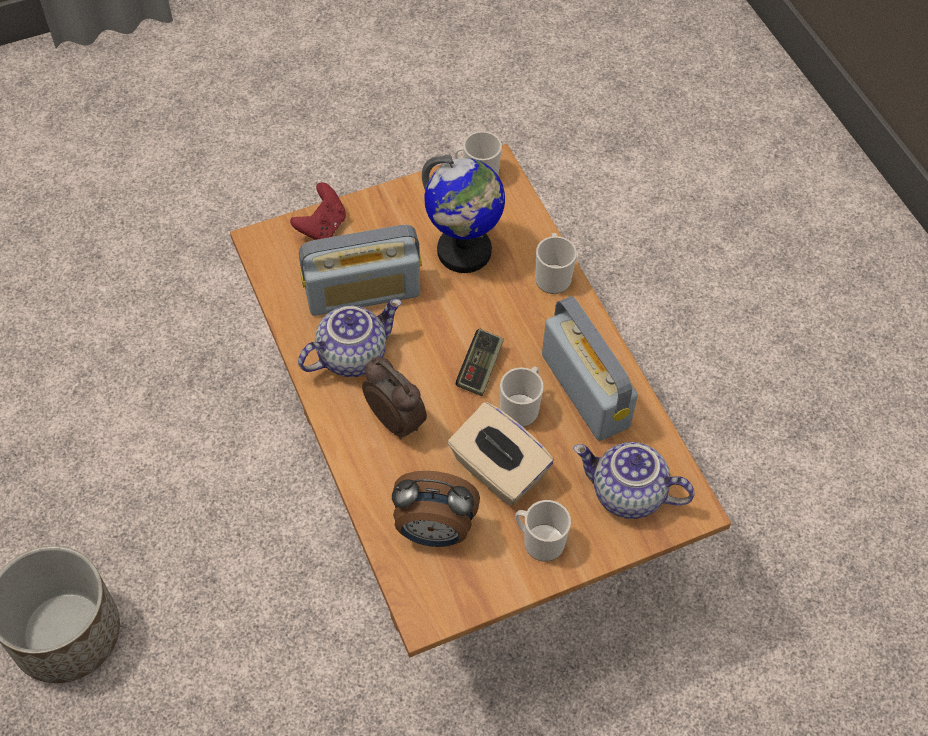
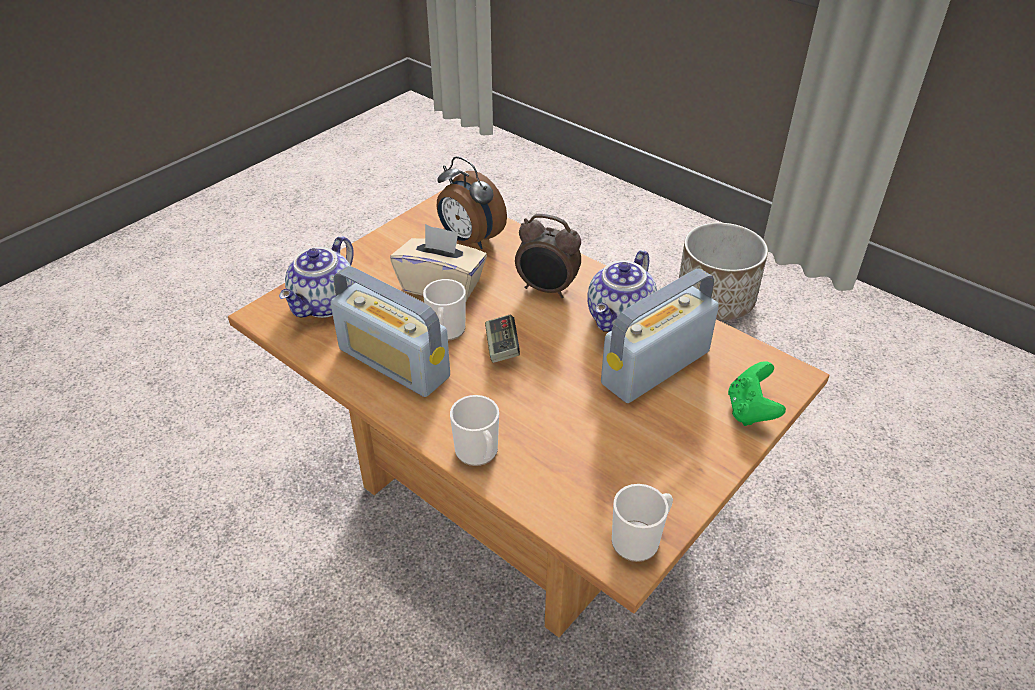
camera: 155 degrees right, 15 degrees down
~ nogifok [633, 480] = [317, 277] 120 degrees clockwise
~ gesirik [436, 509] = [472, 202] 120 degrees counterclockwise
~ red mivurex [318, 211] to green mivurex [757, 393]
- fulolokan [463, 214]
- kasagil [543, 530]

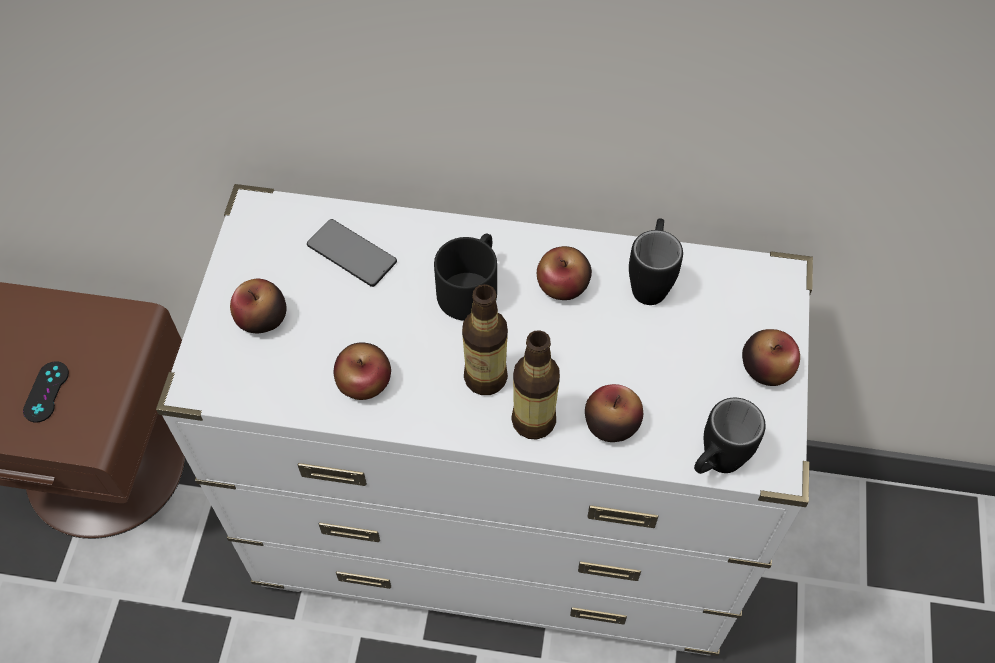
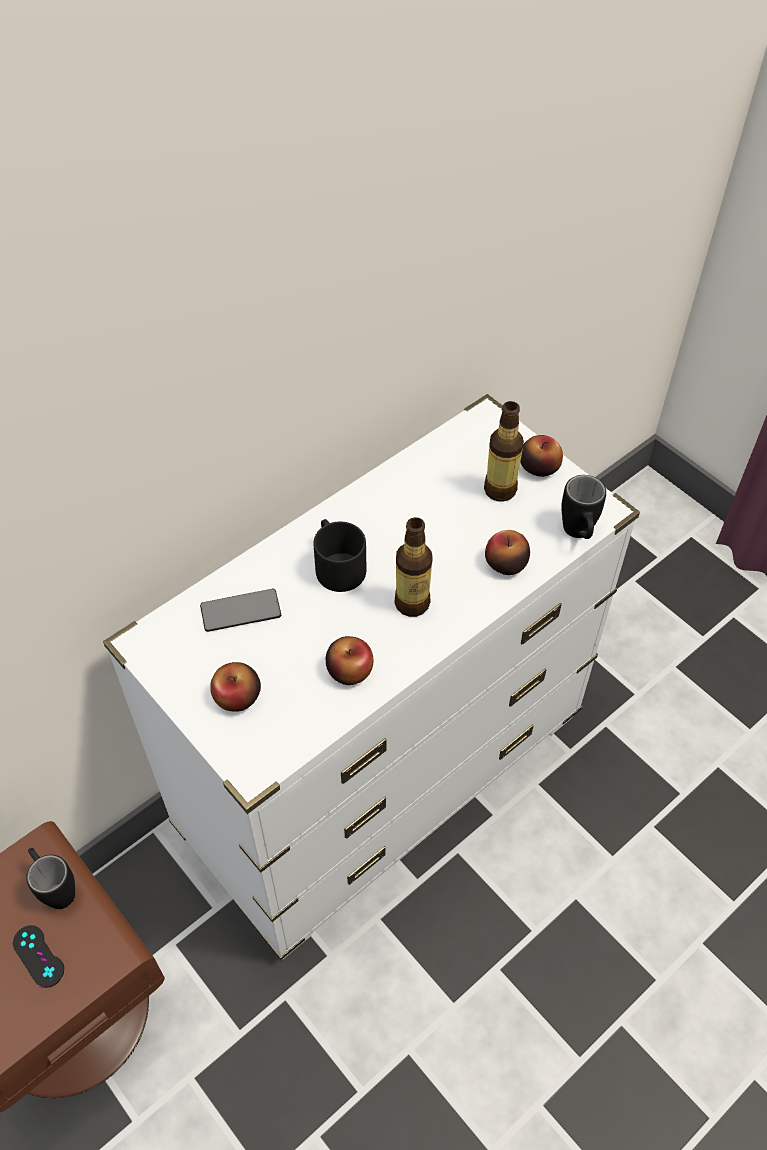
camera: 50 degrees left, 5 degrees down
~ black kasagil [656, 261] to [50, 878]
~ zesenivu [535, 385] to [504, 451]
- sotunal [564, 273]

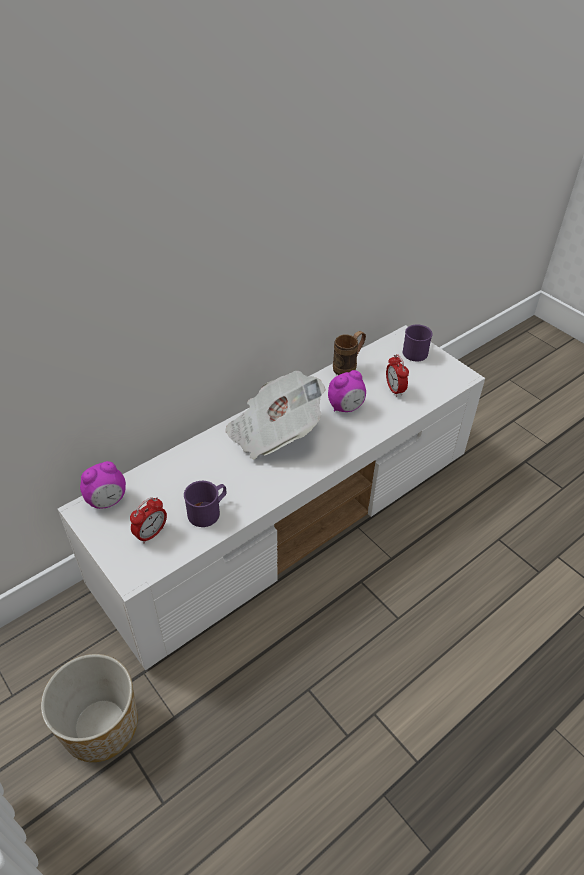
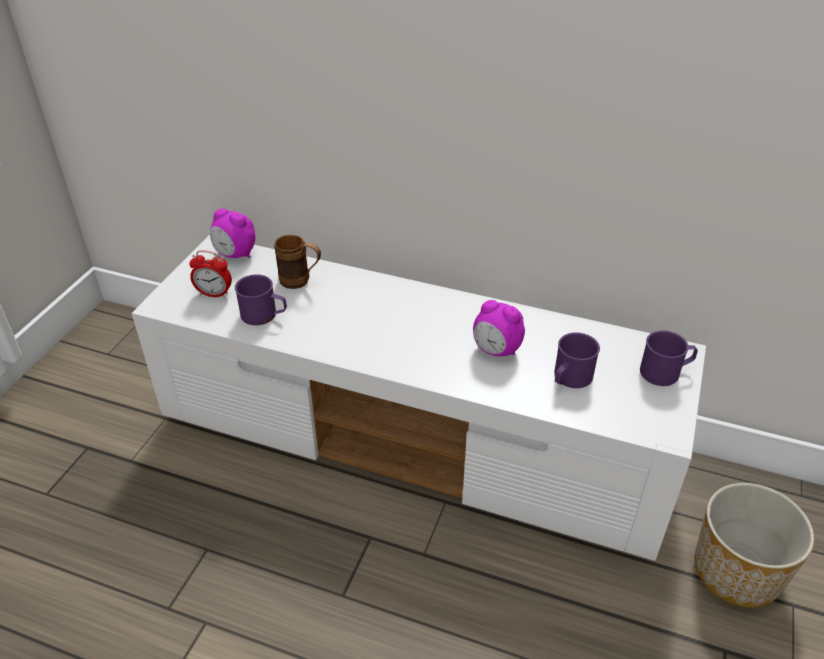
camera: 60 degrees right, 5 degrees down
~ brown kasagil [349, 353] to [297, 262]
~ gesirik [397, 375] to purple kasagil [577, 360]
~ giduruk [89, 708] to [754, 545]
- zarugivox [275, 415]

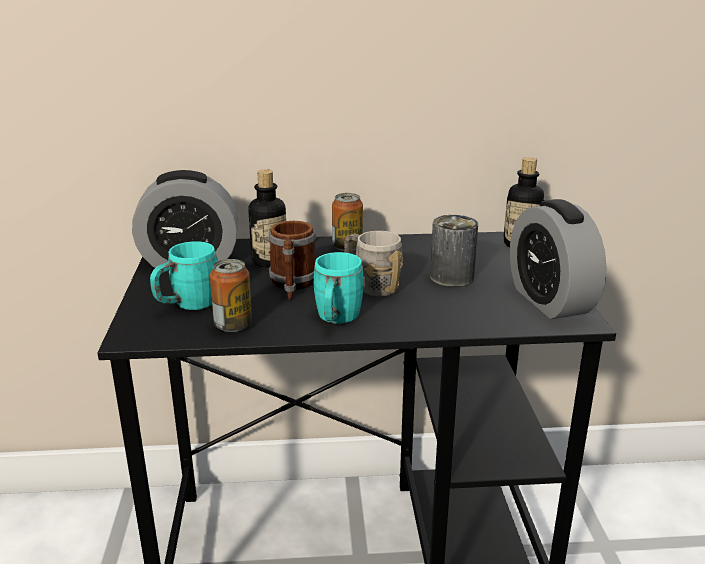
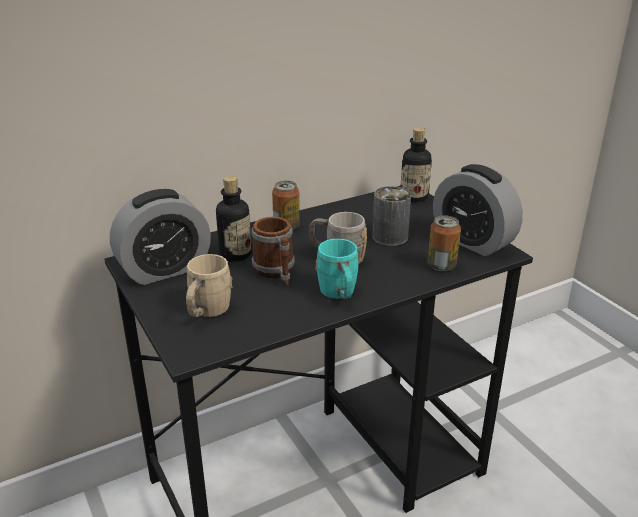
camera: 25 degrees left, 5 degrees up
~ turquoise kasagil [184, 275] to beige kasagil [209, 285]
~ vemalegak [231, 295] to [444, 243]

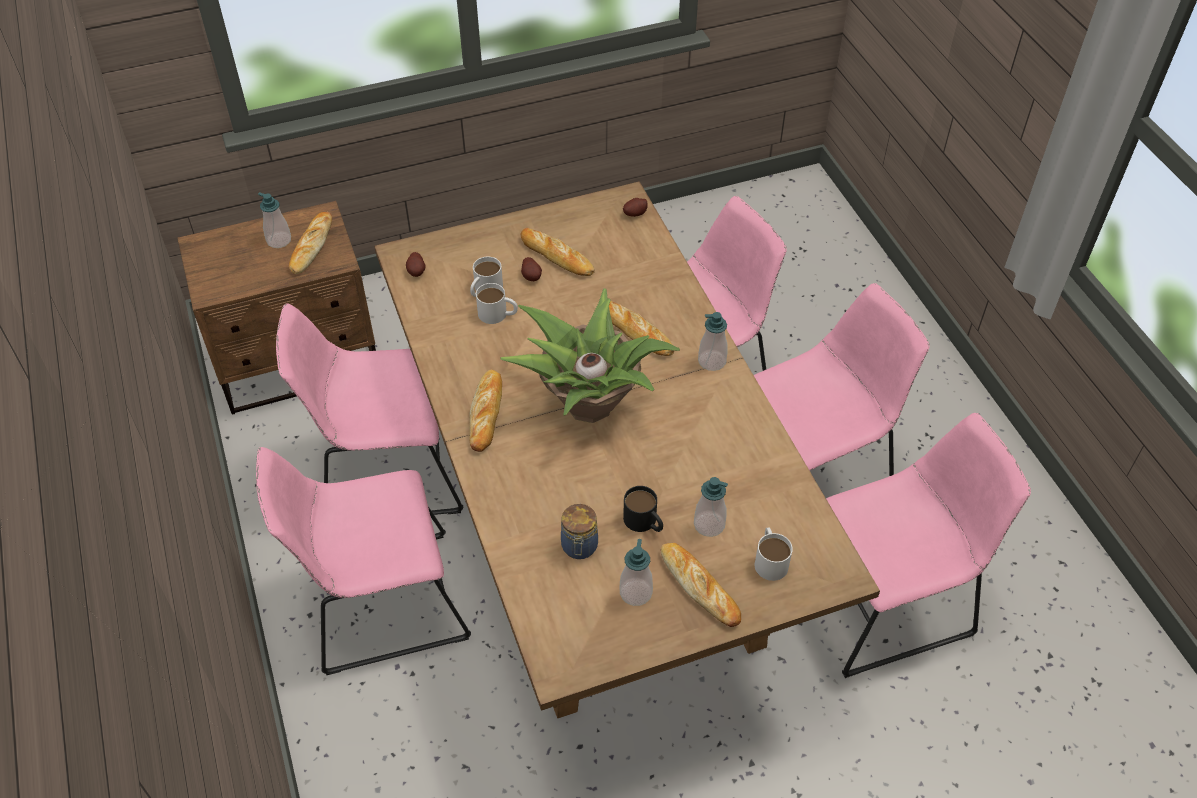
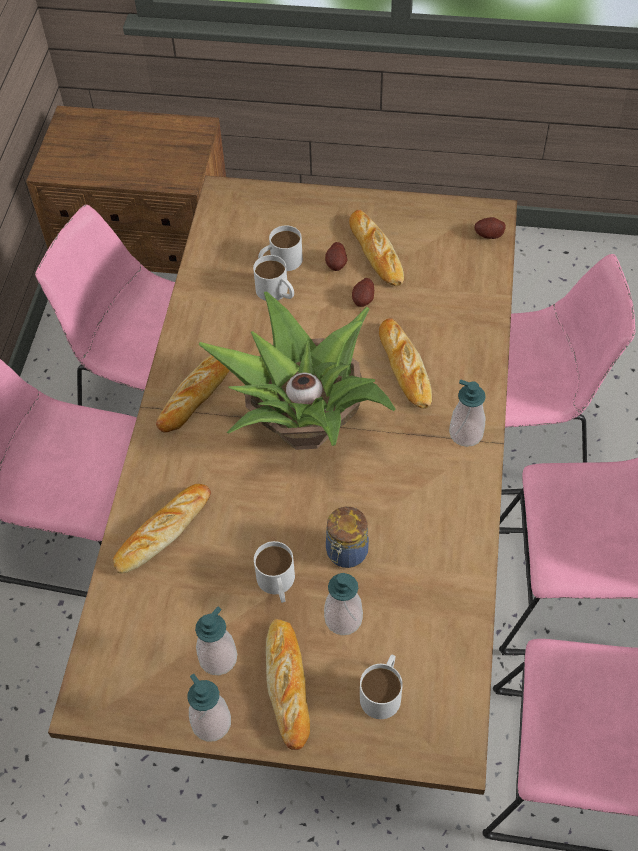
camera: 30 degrees right, 5 degrees up
~ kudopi [310, 243] to [162, 529]
~ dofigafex [274, 220] to [209, 708]
~ black kasagil [643, 509] to white kasagil [274, 572]
~ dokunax [579, 531] to [347, 537]
~ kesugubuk [416, 264] to [363, 292]

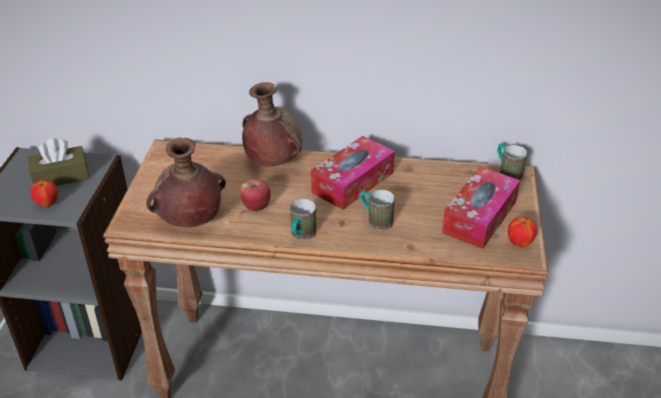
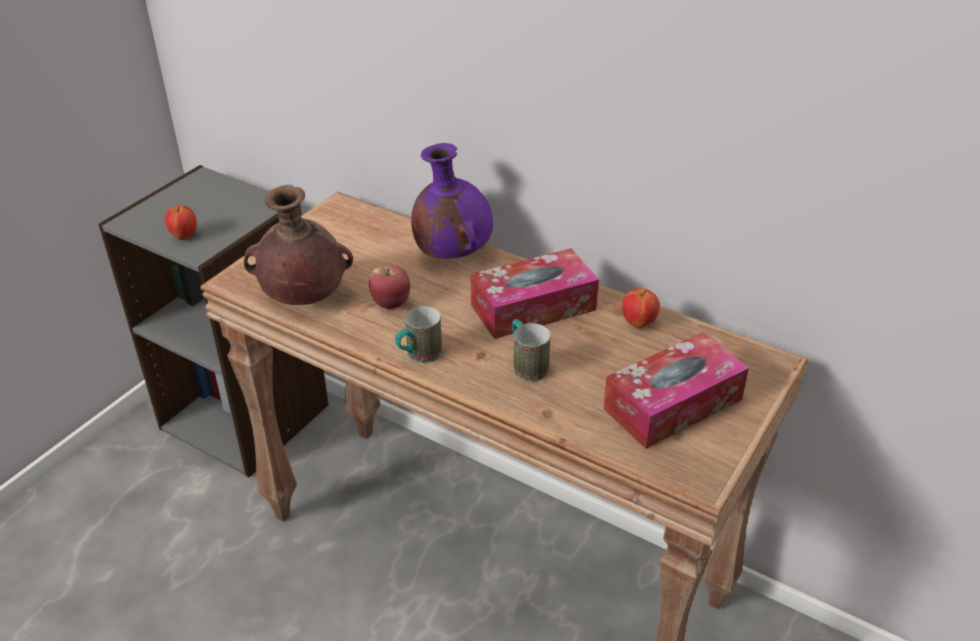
camera: 25 degrees right, 0 degrees up
~ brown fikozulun [272, 124] to purple fikozulun [452, 200]
~ sotunal [522, 232] to [641, 308]
- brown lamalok [59, 162]
- kasagil [512, 162]

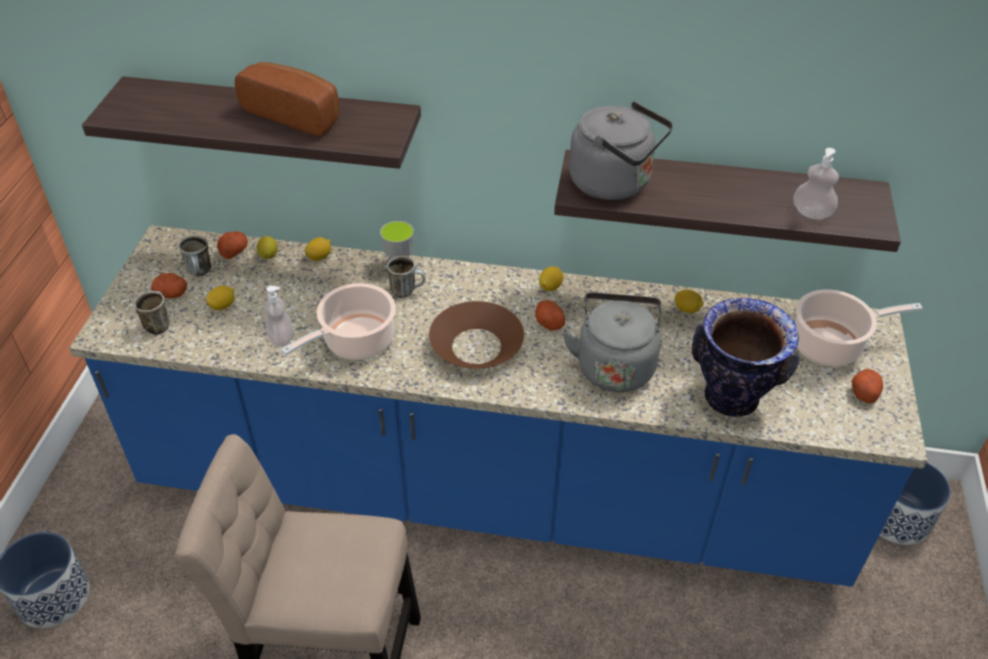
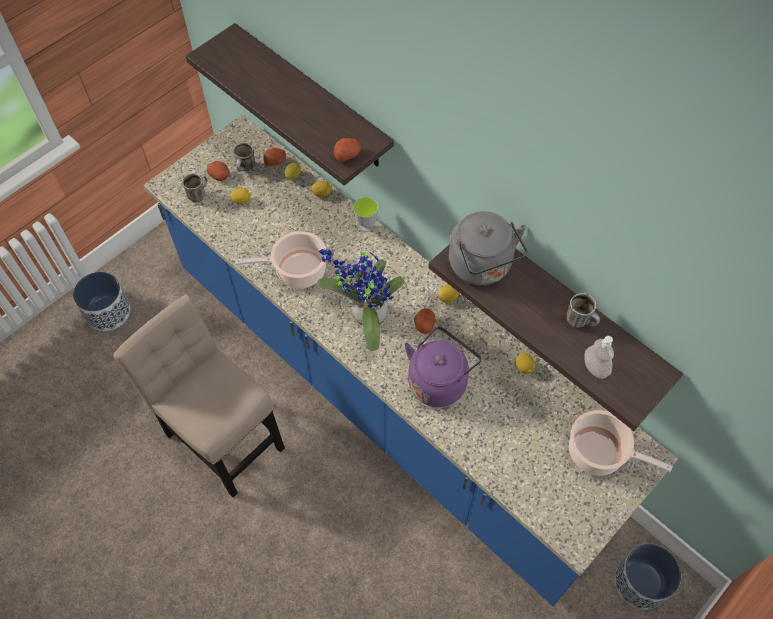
camera: 35 degrees right, 15 degrees up
~ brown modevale [476, 335] to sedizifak [361, 298]
~ kesugubuk [867, 386] to [347, 150]
~ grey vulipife [611, 342] to purple vulipife [442, 366]
~ kasagil [406, 277] to [583, 310]
- kudopi [287, 99]
- dofigafex [279, 316]
- fikozulun [746, 357]

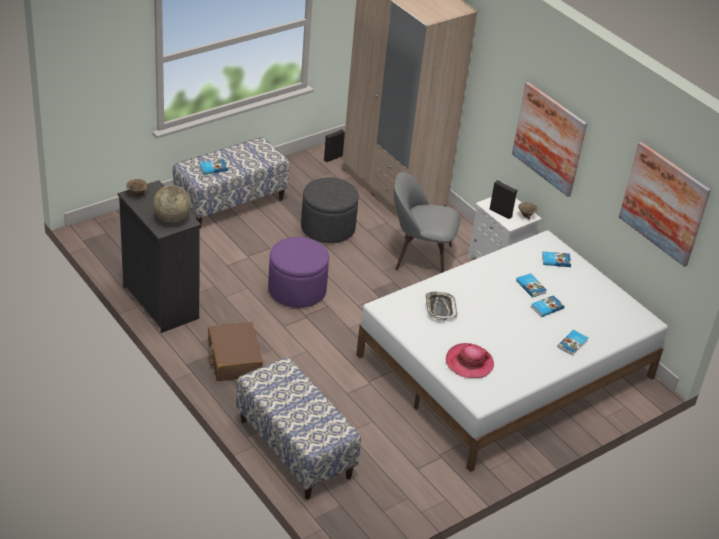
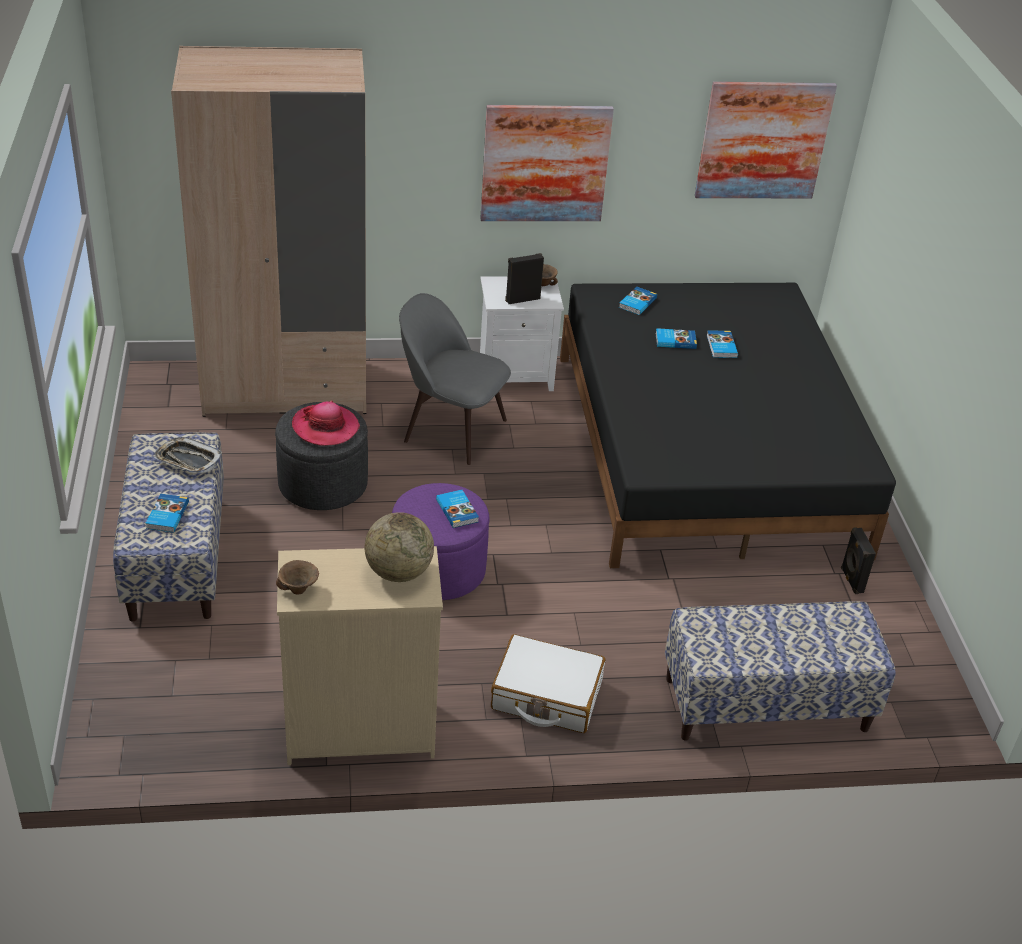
camera: 60 degrees left, 0 degrees up
~ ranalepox [441, 306] to [188, 455]
~ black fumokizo [159, 256] to beige fumokizo [360, 655]
~ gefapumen [470, 360] to [326, 423]
~ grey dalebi [427, 222] = [455, 379] 75 degrees clockwise
~ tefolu [572, 343] to [457, 509]
~ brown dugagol [235, 351] to white dugagol [548, 683]
~ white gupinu [512, 351] to black gupinu [728, 425]
~ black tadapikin [334, 145] to [858, 560]

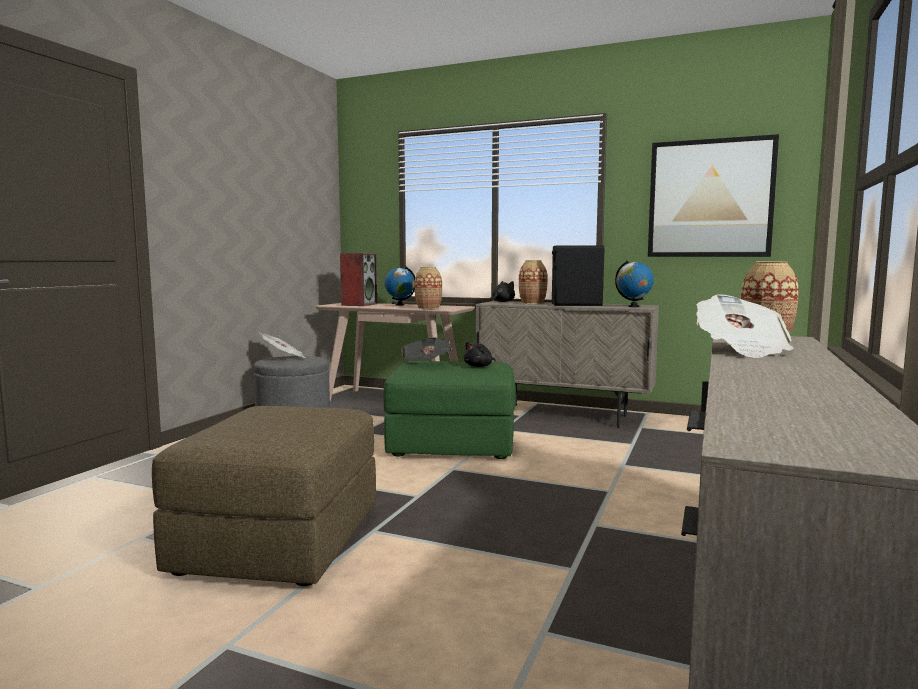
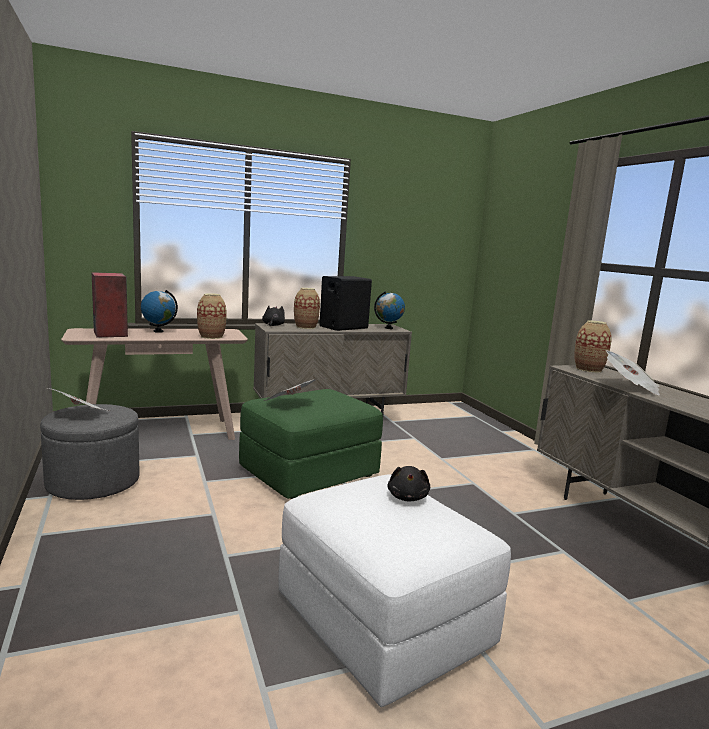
camera: 45 degrees left, 5 degrees up
~ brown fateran [264, 496] to white fateran [395, 590]
~ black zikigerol [480, 354] to [408, 483]
- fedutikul [713, 195]

